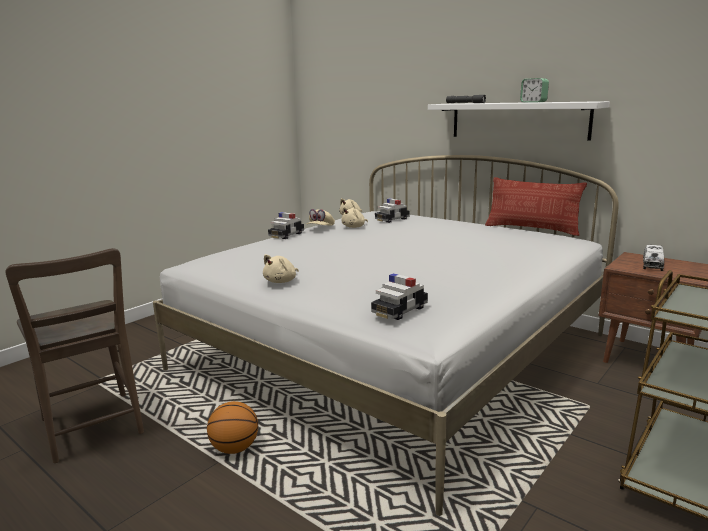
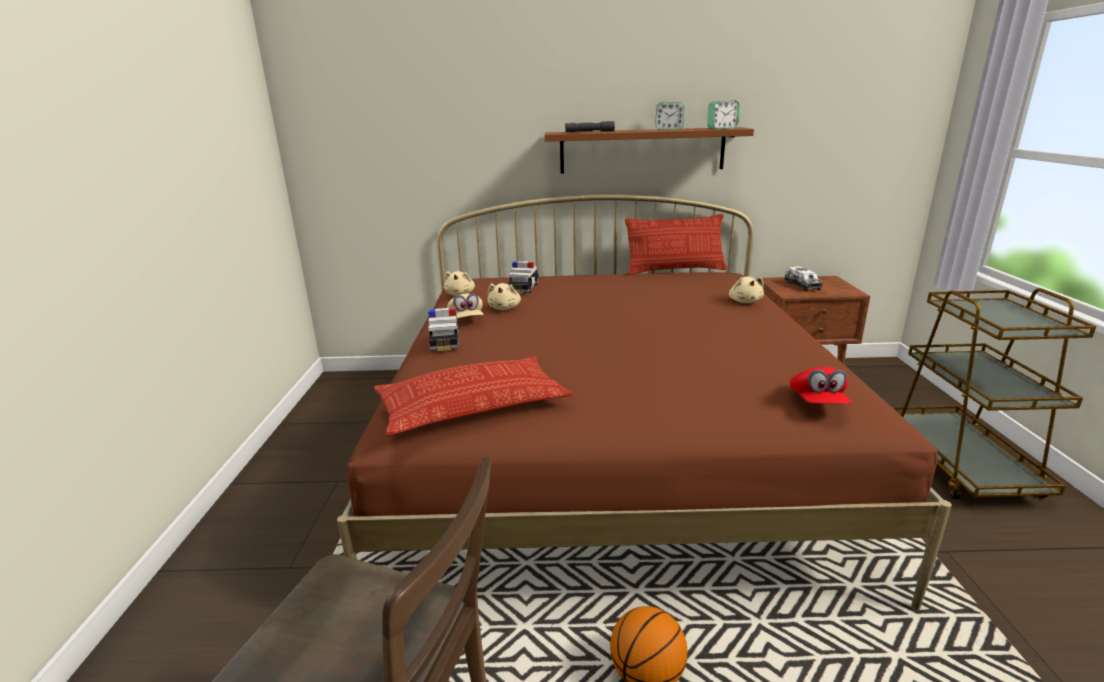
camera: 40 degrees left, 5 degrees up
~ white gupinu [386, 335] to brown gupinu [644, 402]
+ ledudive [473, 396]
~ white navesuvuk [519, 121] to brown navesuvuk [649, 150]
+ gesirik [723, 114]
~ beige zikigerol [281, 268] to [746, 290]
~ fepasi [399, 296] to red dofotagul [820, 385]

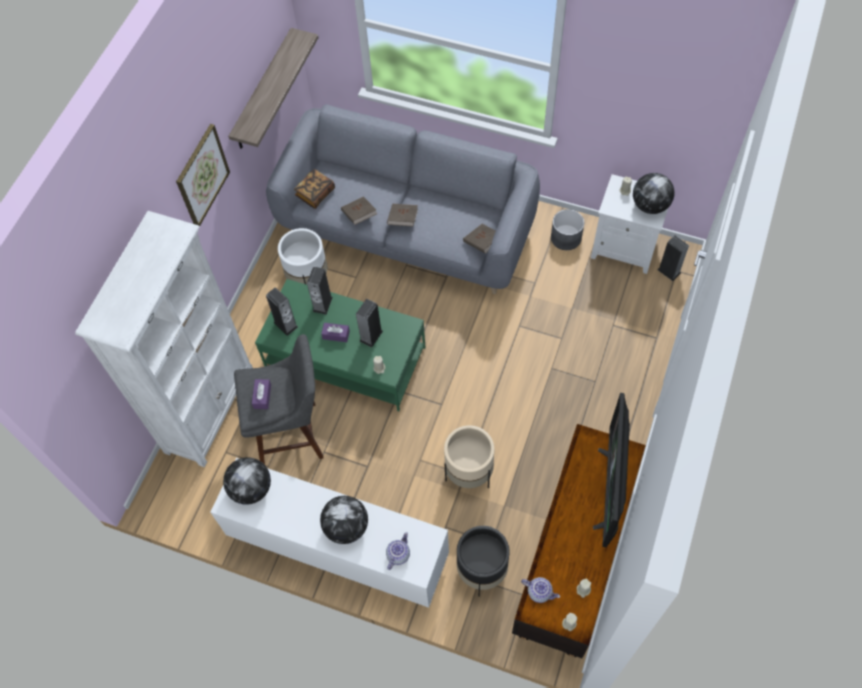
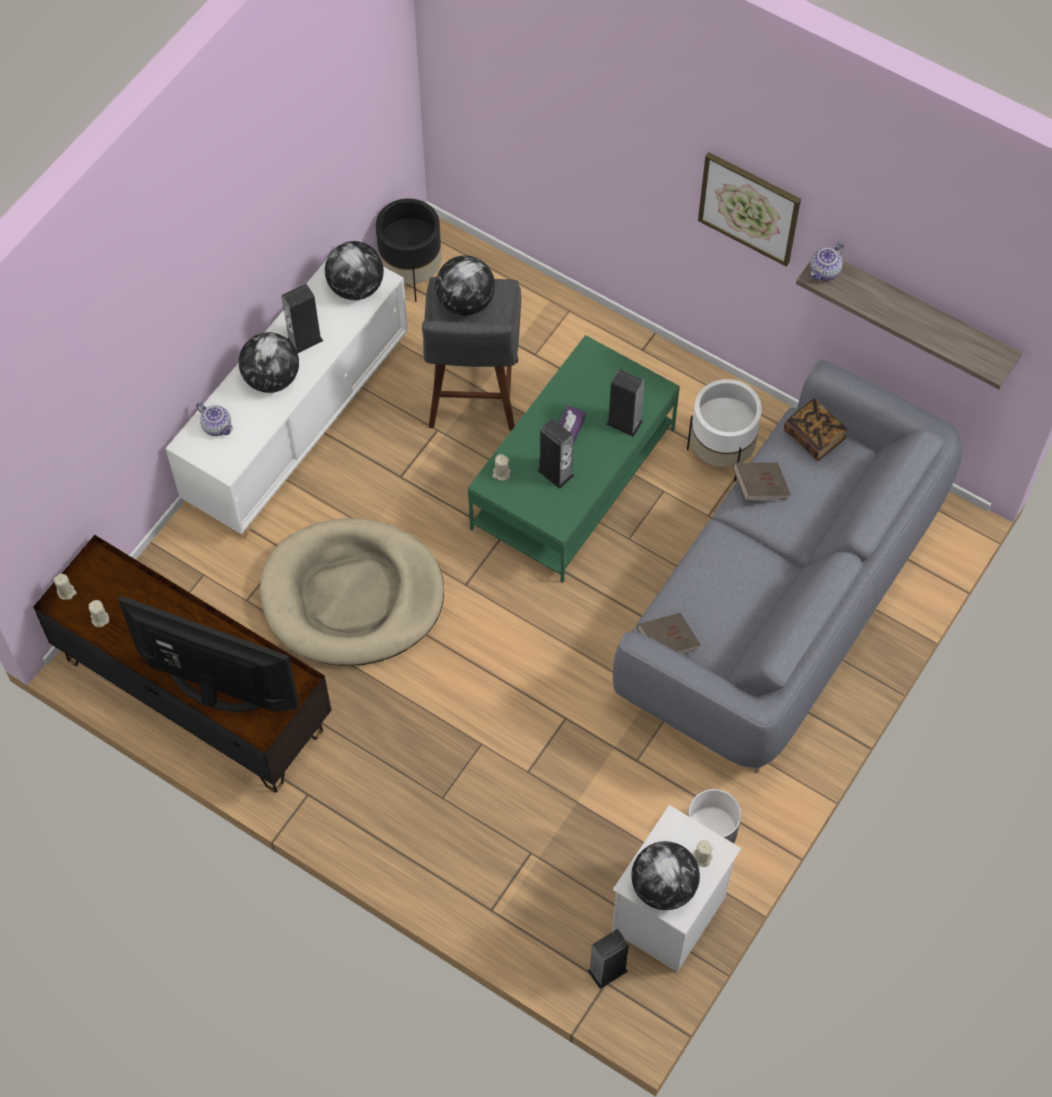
camera: 100 degrees right, 0 degrees up
~ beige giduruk [469, 456] to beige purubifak [352, 592]
~ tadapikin [282, 312] to [302, 318]
~ black giduruk [483, 561] to [409, 250]
~ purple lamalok [261, 394] to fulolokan [465, 285]
~ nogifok [540, 590] to [826, 261]
- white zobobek [164, 339]
- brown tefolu [402, 215]

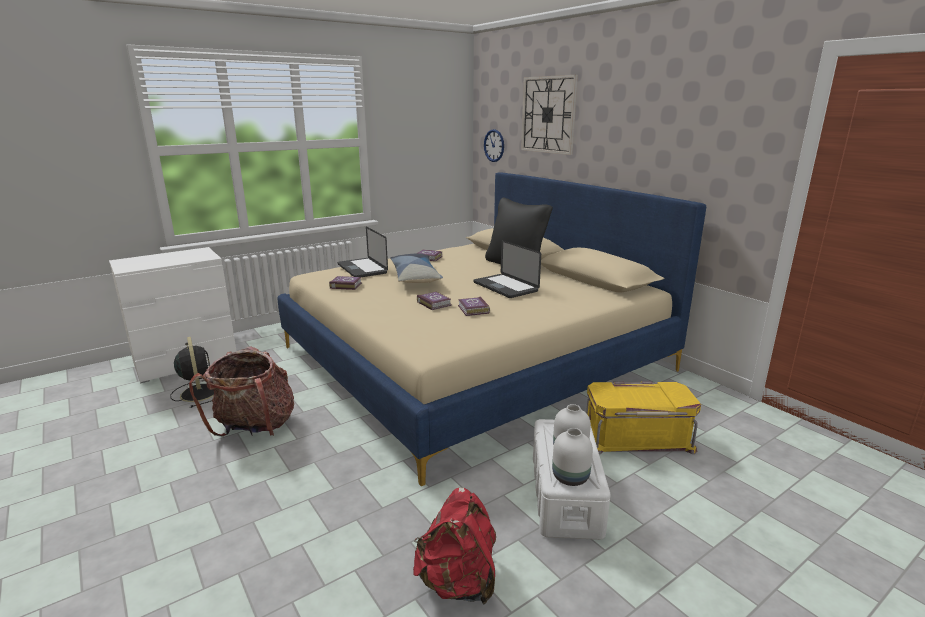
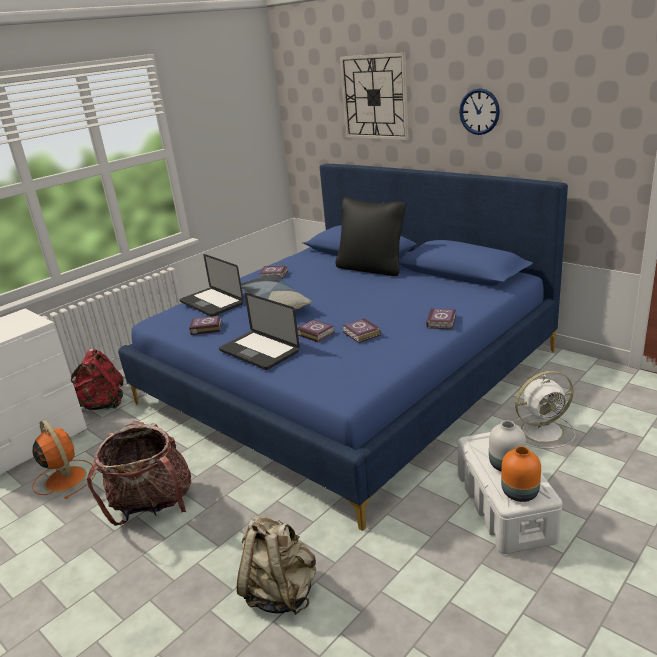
camera: 10 degrees left, 5 degrees up
~ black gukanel [192, 372] to orange gukanel [64, 459]
~ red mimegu [454, 545] to [97, 379]
~ beige gupinu [492, 329] to blue gupinu [343, 347]
~ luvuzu [507, 269] to [259, 331]
+ beige mimegu [276, 565]
+ tefolu [441, 318]
~ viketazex [494, 145] to [479, 111]
~ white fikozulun [572, 457] to orange fikozulun [521, 474]
~ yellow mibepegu [643, 418] to white gukanel [545, 410]

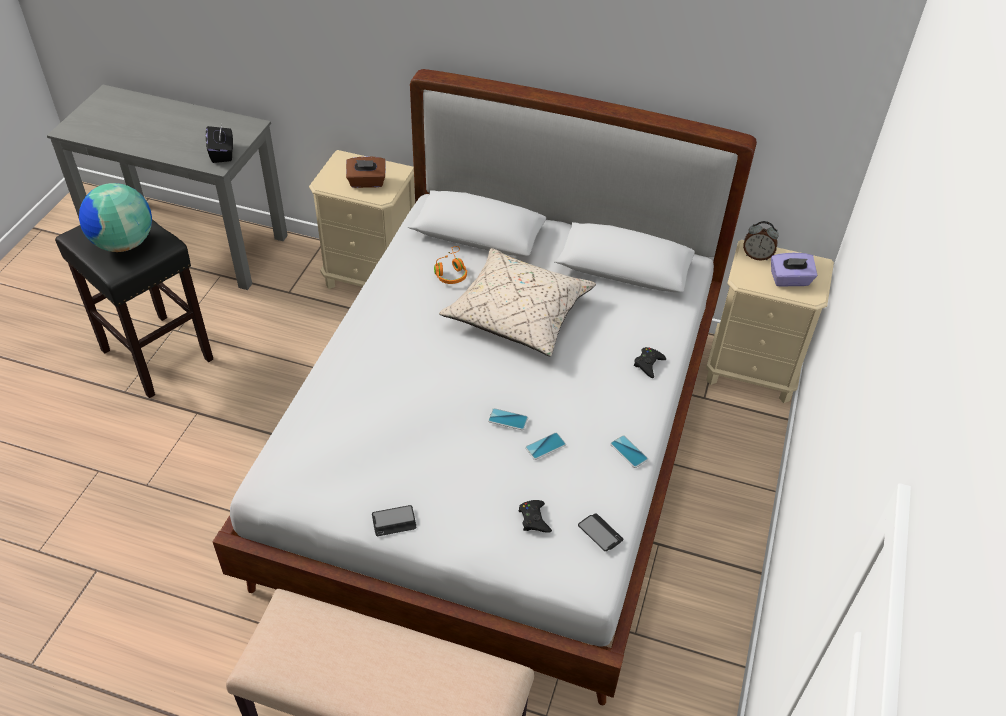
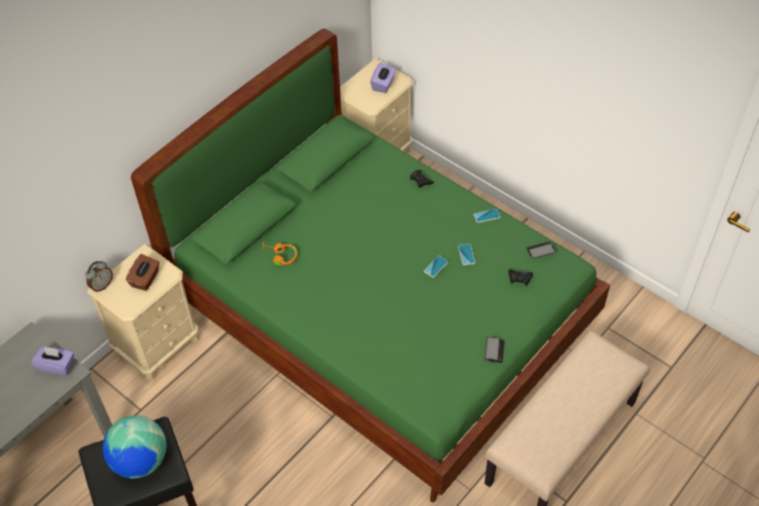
camera: 65 degrees left, 5 degrees up
~ black lamalok [219, 143] to purple lamalok [52, 361]
~ gesirik [761, 241] to [99, 276]
~ white gupinu [485, 387] to green gupinu [370, 265]
- beige ledudive [517, 302]

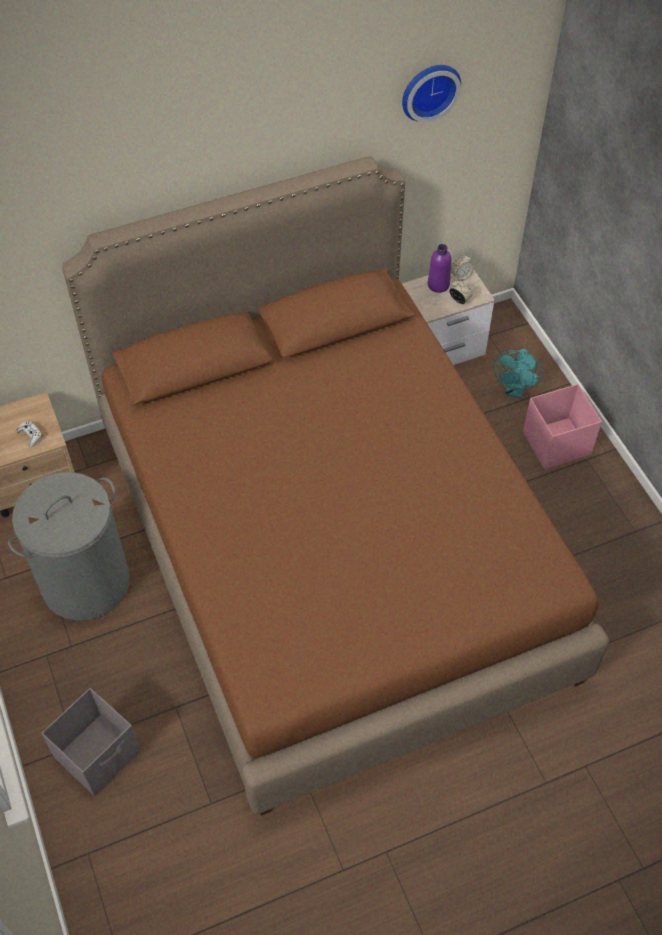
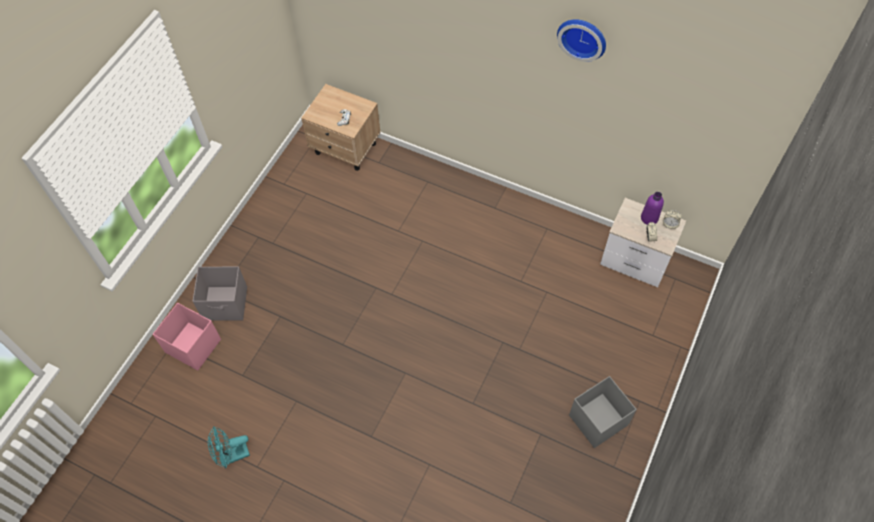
camera: 50 degrees right, 5 degrees up
~ pink mibepegu [562, 426] to [187, 337]
~ turquoise gukanel [518, 374] to [229, 447]
~ viketazex [431, 93] to [581, 40]
+ grey mibepegu [603, 412]
- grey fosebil [69, 546]
- brown gupinu [335, 486]

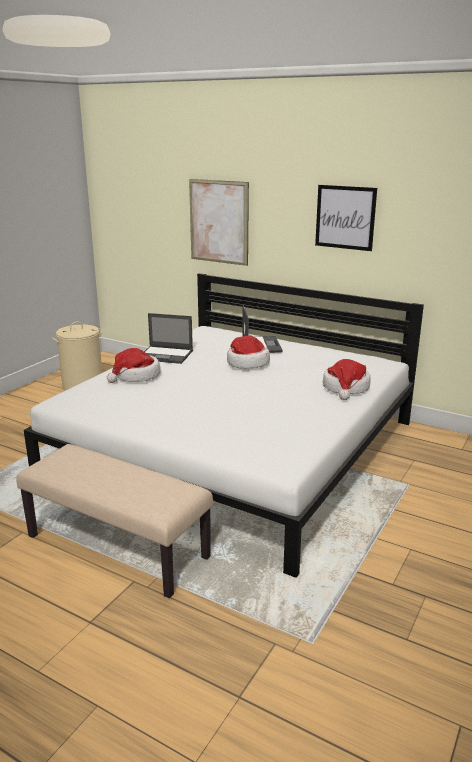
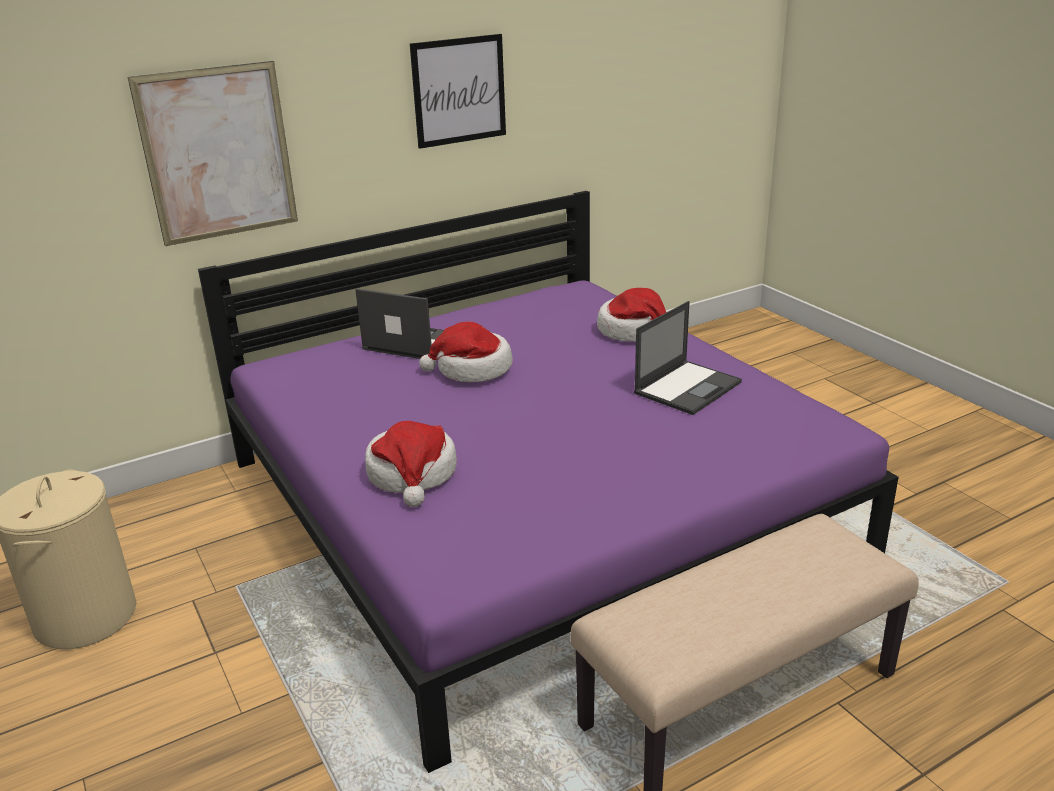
camera: 60 degrees left, 5 degrees up
~ white gupinu [224, 425] to purple gupinu [548, 482]
~ luvuzu [168, 338] to [688, 358]

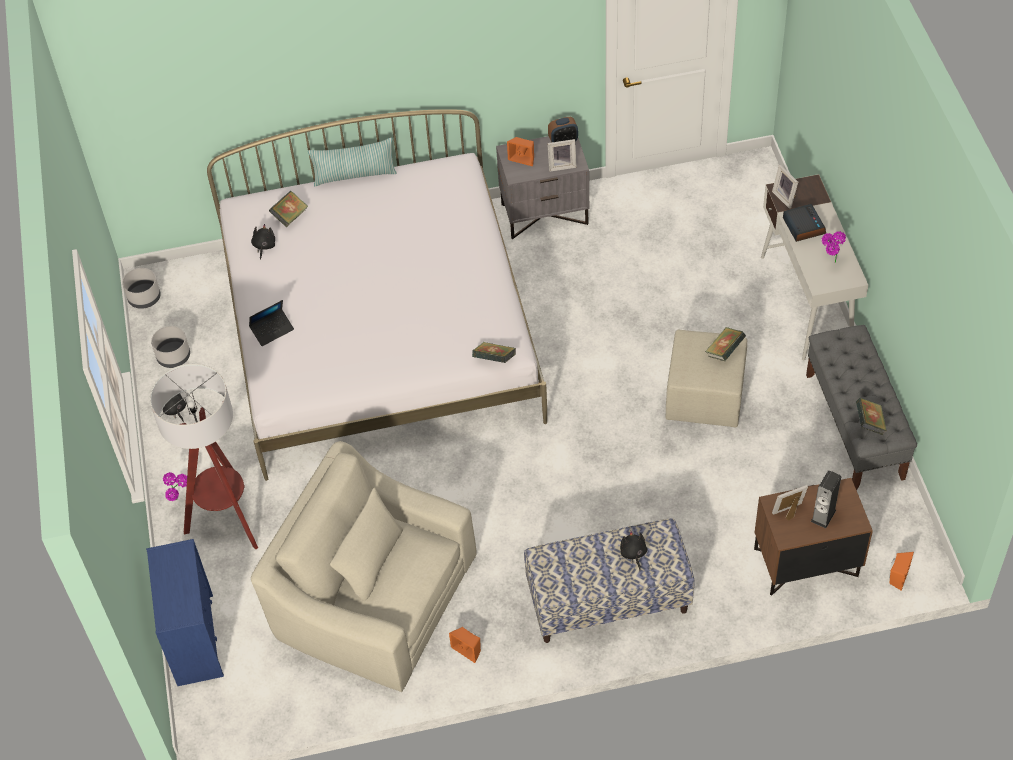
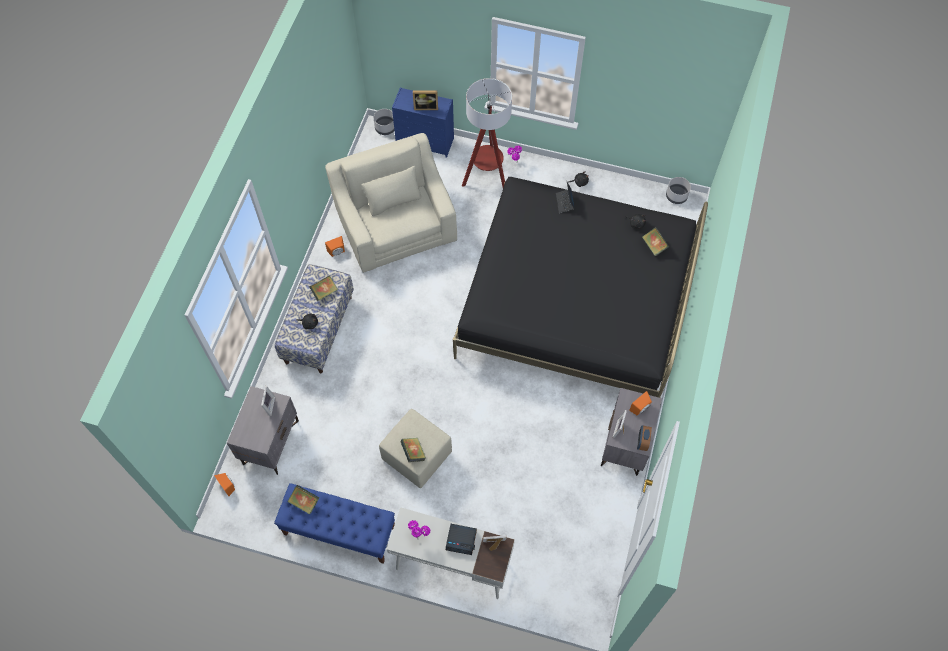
camera: 115 degrees right, 10 degrees up
~ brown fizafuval [813, 537] to grey fizafuval [263, 430]
~ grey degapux [861, 407] to blue degapux [334, 523]
~ tefolu [494, 352] to [323, 288]
~ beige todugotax [364, 566] = [391, 203] 75 degrees counterclockwise
~ grey giduruk [170, 347] to [384, 122]
+ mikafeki [425, 100]
~ white gupinu [377, 295] to black gupinu [580, 287]
- ledudive [352, 162]
- tadapikin [826, 499]

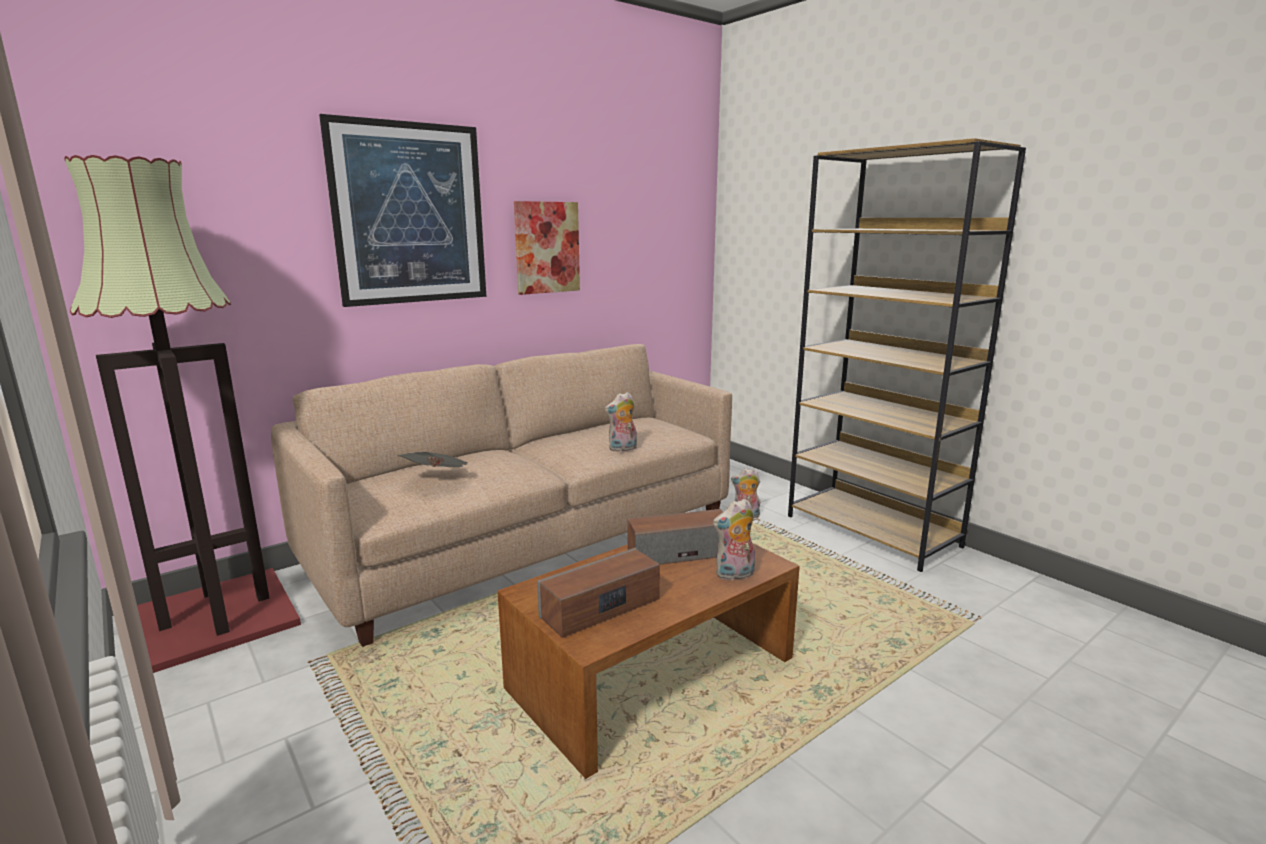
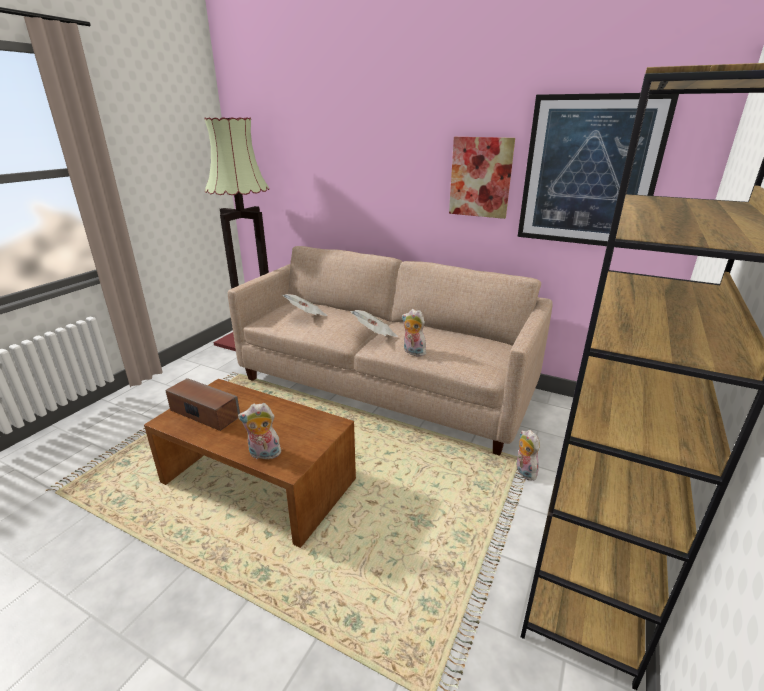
camera: 65 degrees right, 10 degrees up
~ zikigerol [734, 540] = [259, 431] 45 degrees counterclockwise
+ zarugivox [374, 323]
~ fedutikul [402, 210] to [598, 171]
- tadapikin [675, 537]

